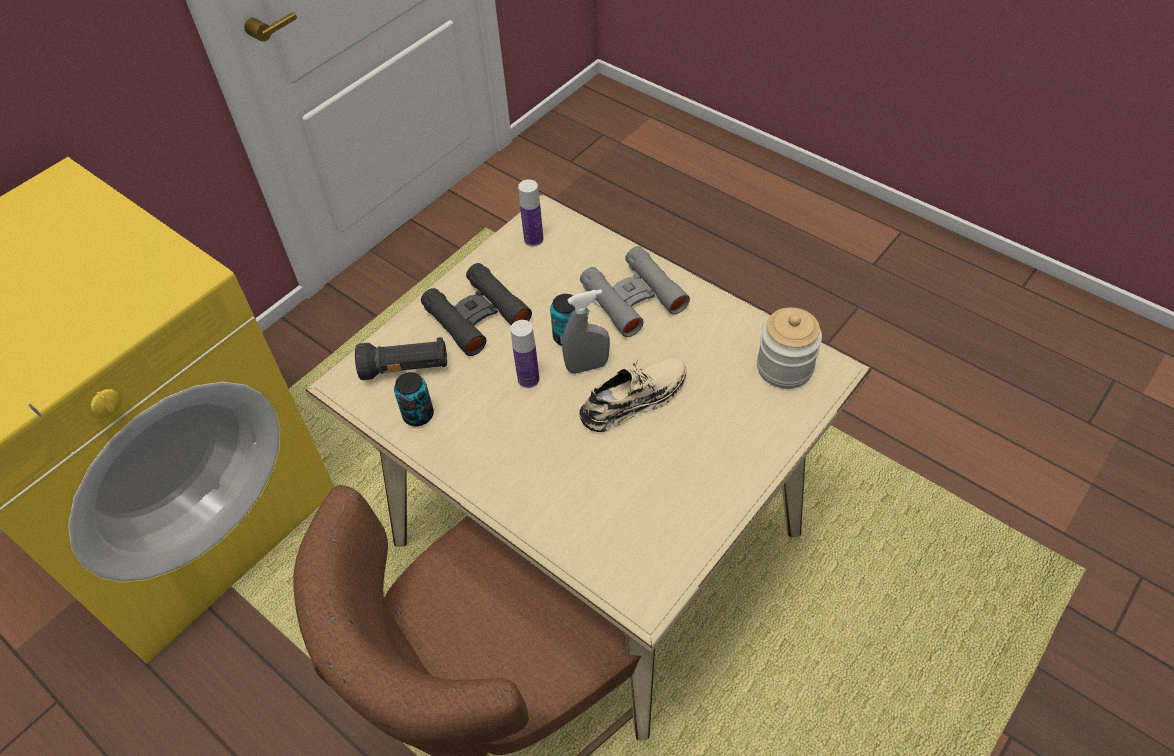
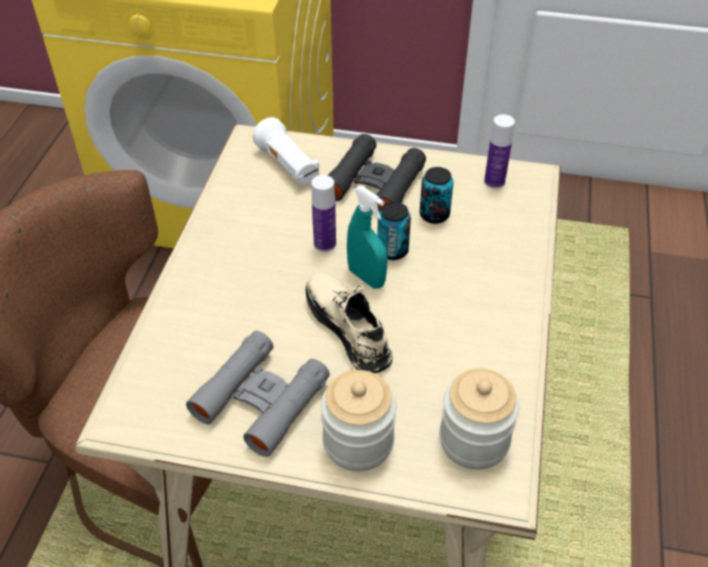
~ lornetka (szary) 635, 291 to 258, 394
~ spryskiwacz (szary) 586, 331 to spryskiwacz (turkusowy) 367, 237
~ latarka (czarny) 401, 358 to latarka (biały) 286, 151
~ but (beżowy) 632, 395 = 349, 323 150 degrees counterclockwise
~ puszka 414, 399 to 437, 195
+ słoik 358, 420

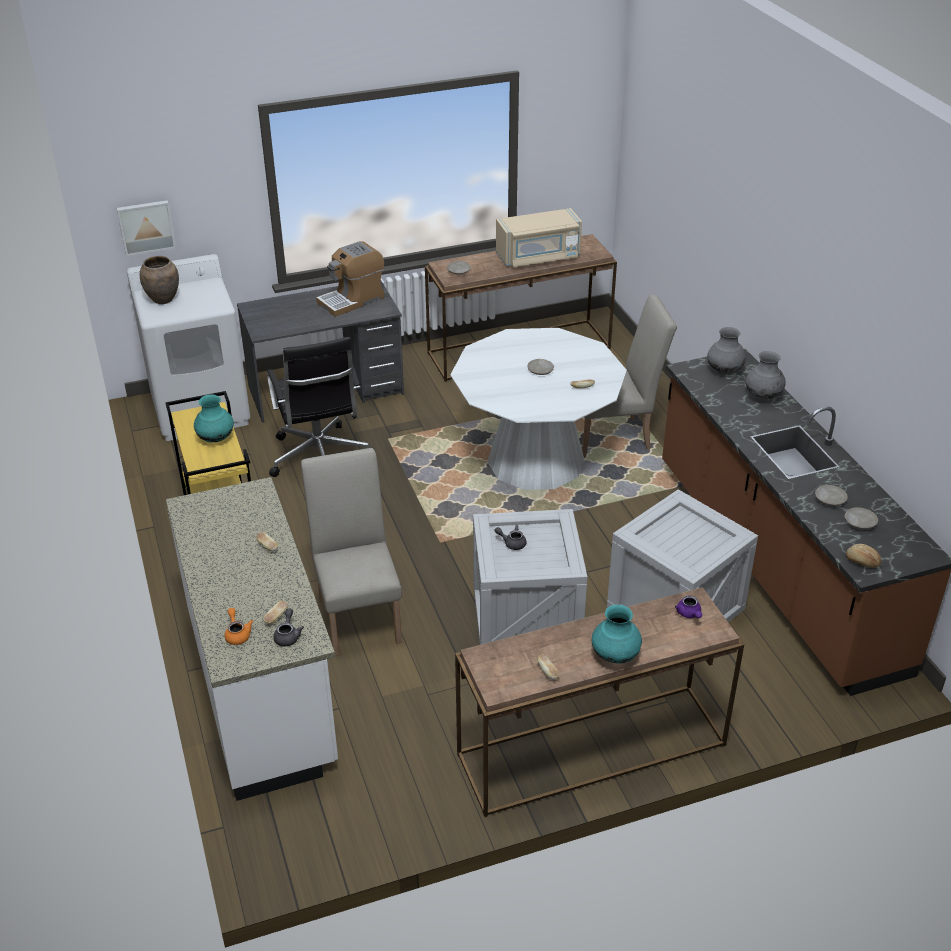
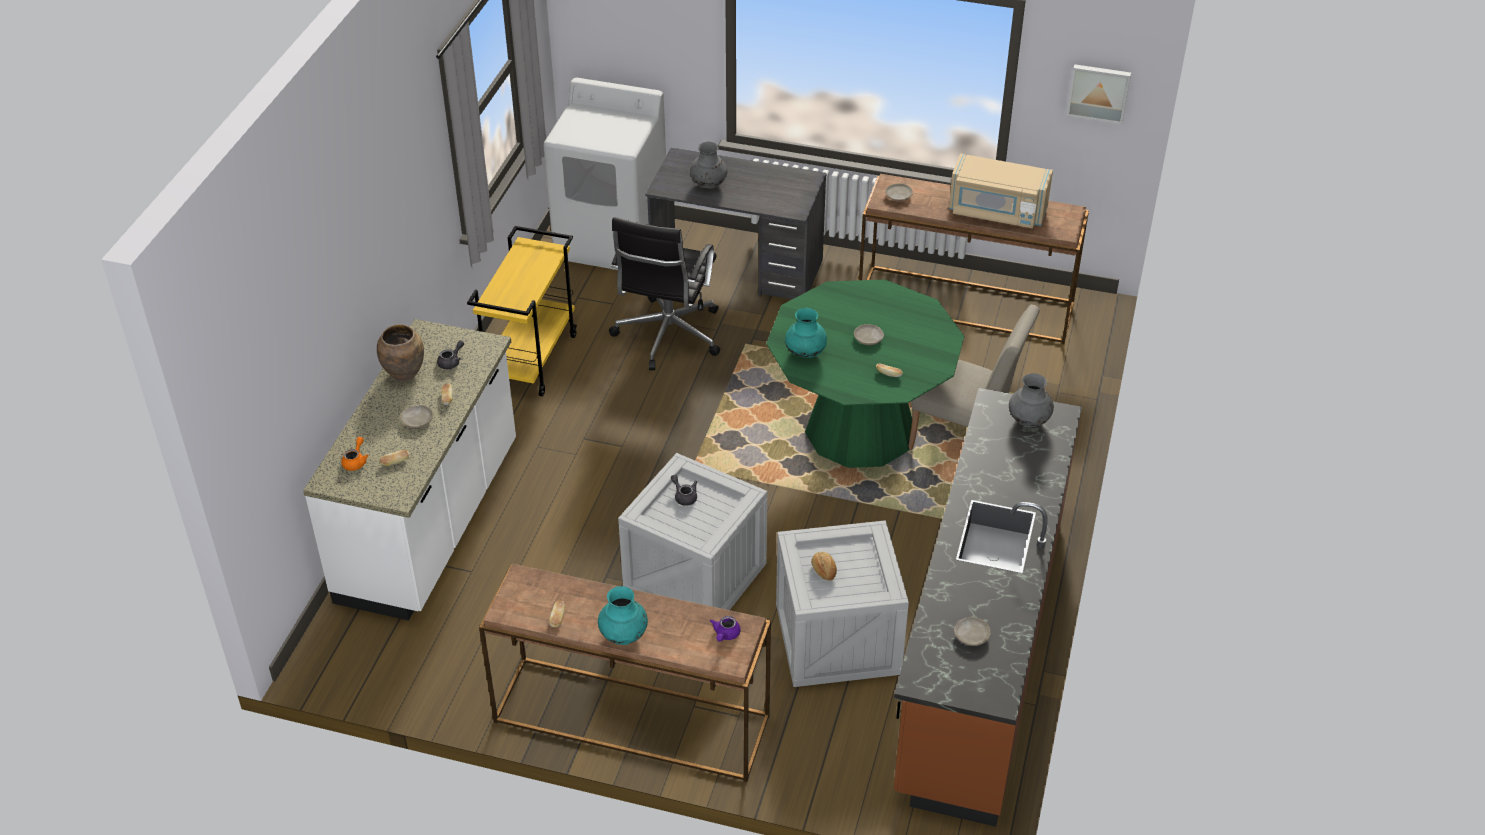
~ obraz 146, 228 to 1098, 94
- ekspres do kawy 350, 279
~ wazon (brązowy) 159, 280 to 400, 352
~ stół jadalny (biały) 538, 409 to stół jadalny (zielony) 865, 373
~ wazon (szary) 766, 375 to 708, 165
~ wazon (turkusowy) 214, 418 to 806, 333
- krzesło (beżowy) 351, 552
~ talerz (beżowy) 831, 495 to 416, 416
~ chleb 863, 556 to 824, 566
~ imbryk (szary) 288, 627 to 450, 354

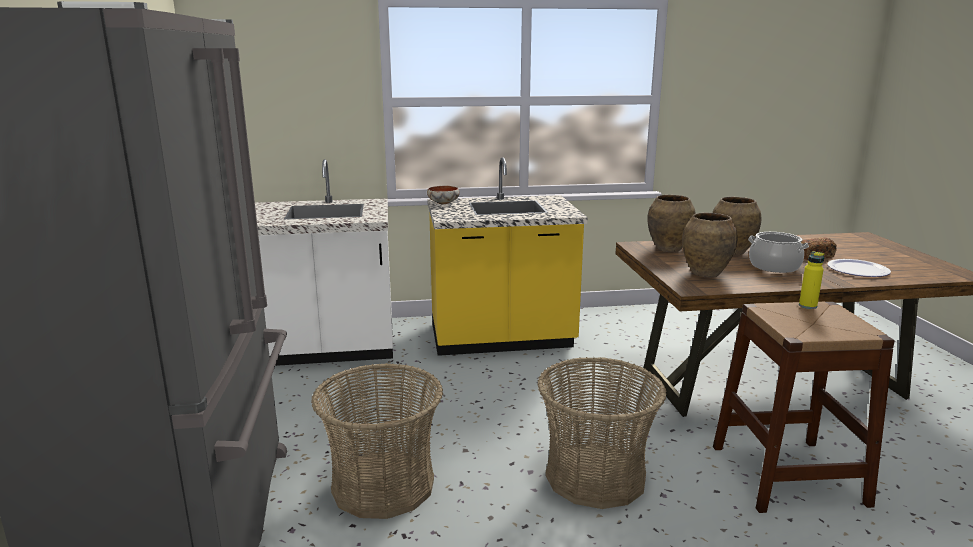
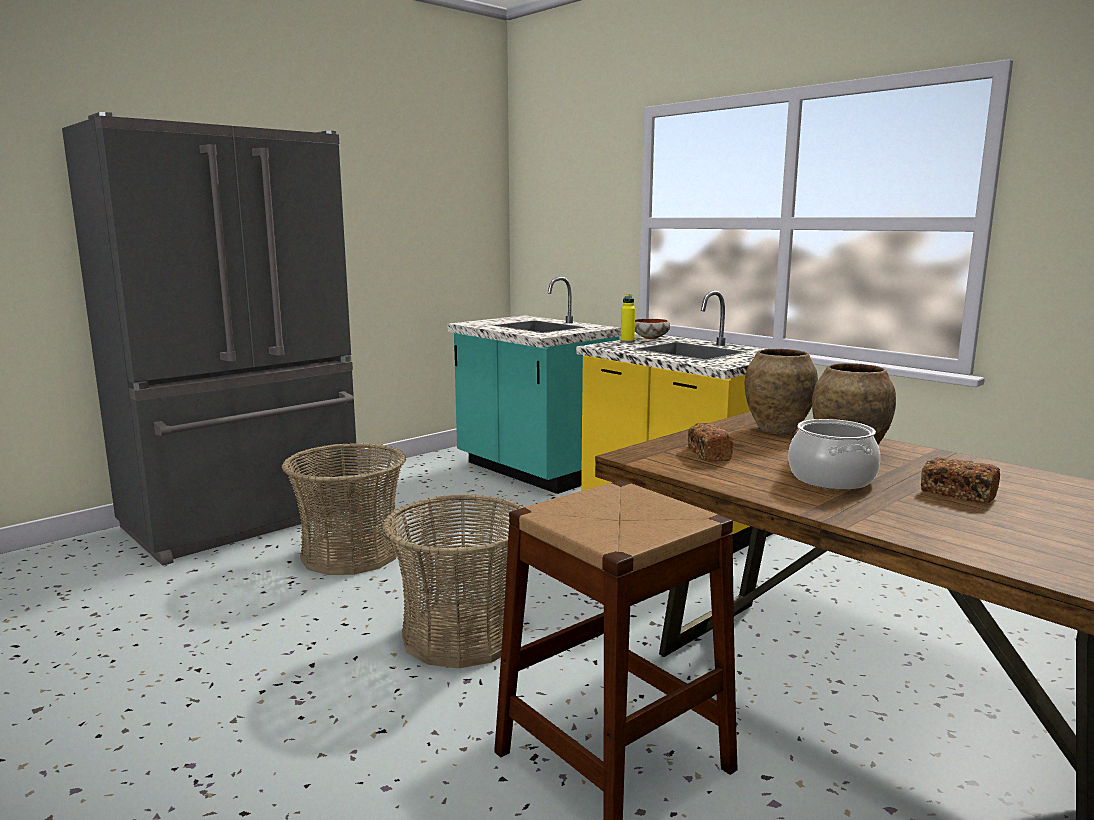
~ zabudowa kuchenna (biały) 324, 262 to zabudowa kuchenna (turkusowy) 534, 385
~ wazon (brązowy) 709, 245 to chleb 711, 442
~ butelka (żółty) 811, 280 to 628, 318
- talerz 859, 268

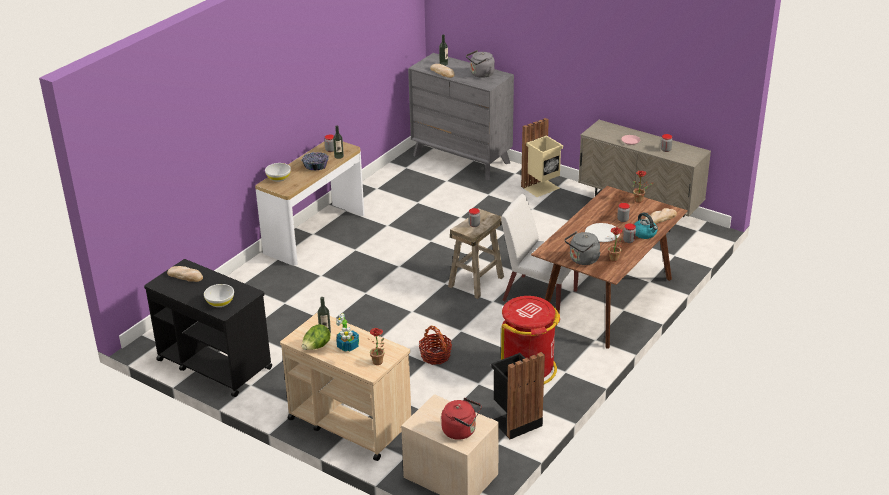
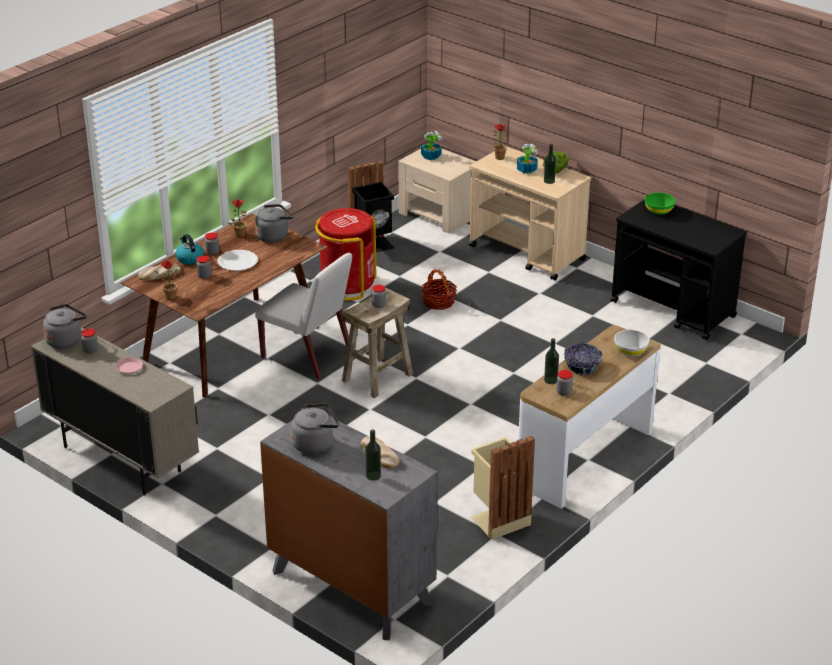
~ kosz na śmieci (beżowy) 542, 157 to 503, 488
- chleb 185, 274
~ miska (biały) 219, 295 to miska (zielony) 660, 204
~ czajnik (czerwony) 461, 419 to roślina doniczkowa 431, 145
+ czajnik (szary) 65, 326

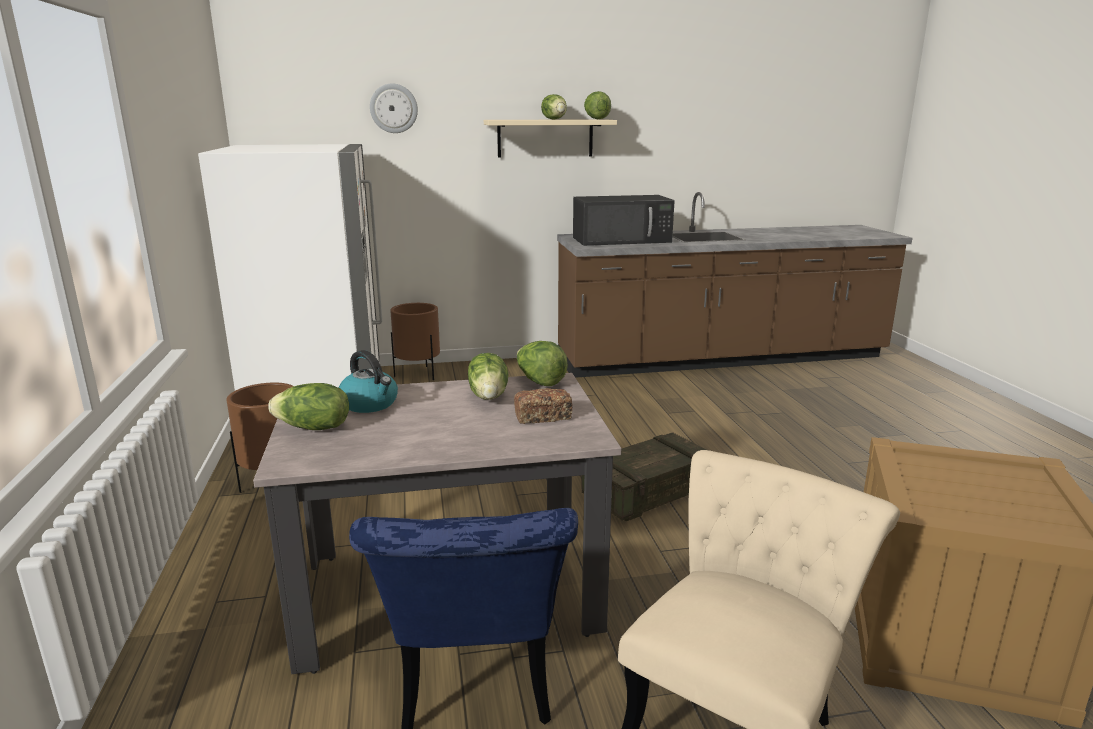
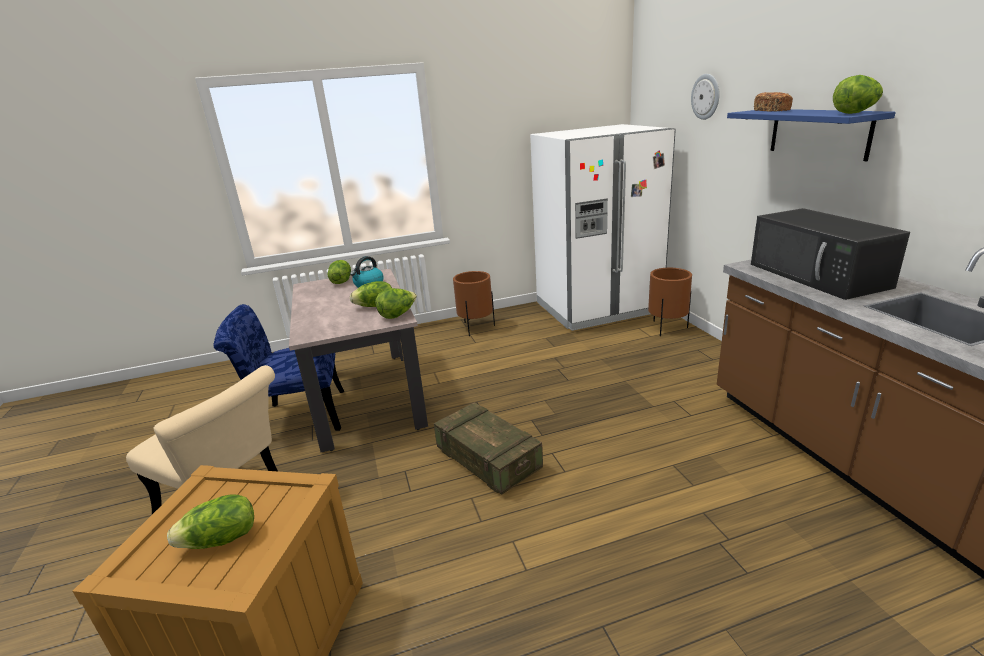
~ sałata 554, 106 to 210, 521
~ półka (beżowy) 550, 138 to półka (niebieski) 811, 135
~ chleb 543, 406 to 773, 102

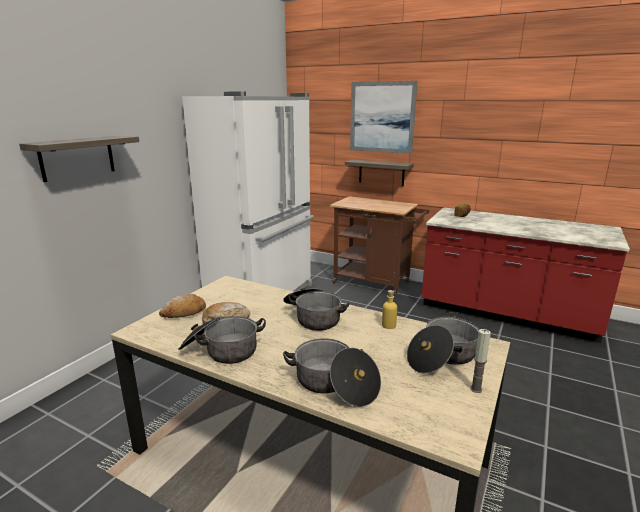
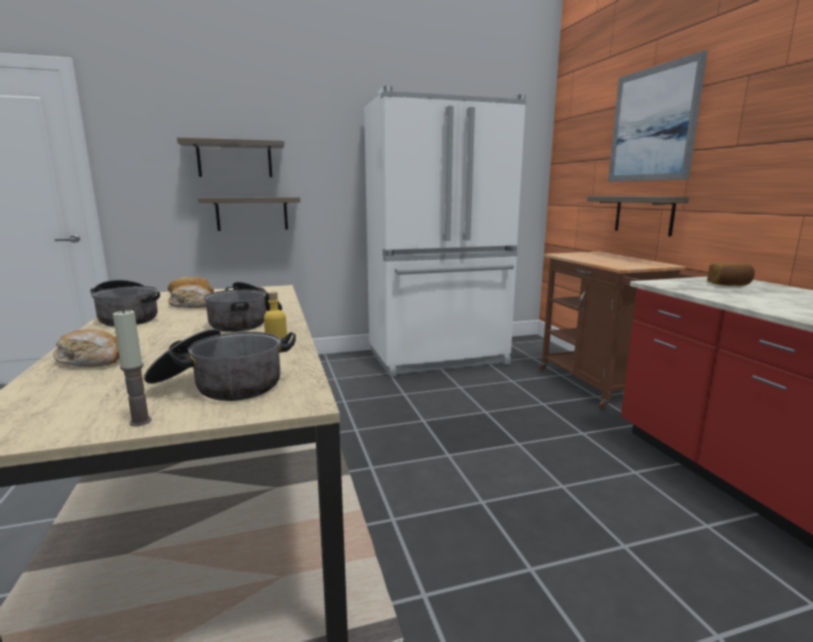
~ garnek 332, 372 to chleb 86, 348
+ półka 249, 214

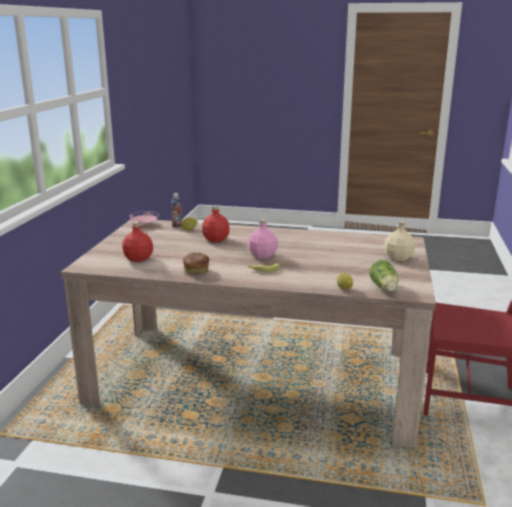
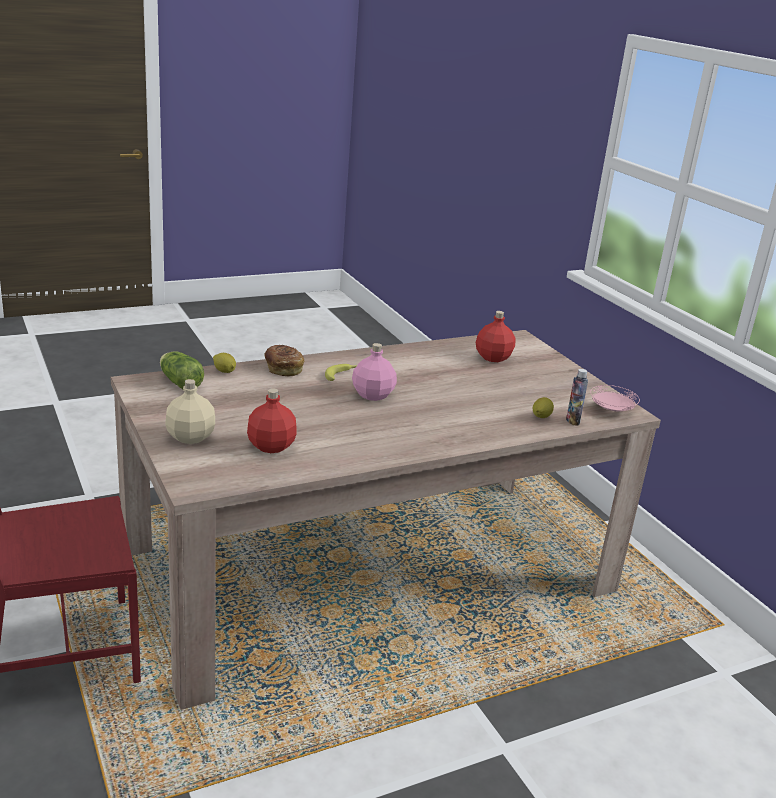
~ butelka (czerwony) 216, 223 to 271, 420
~ chleb 196, 263 to 284, 360

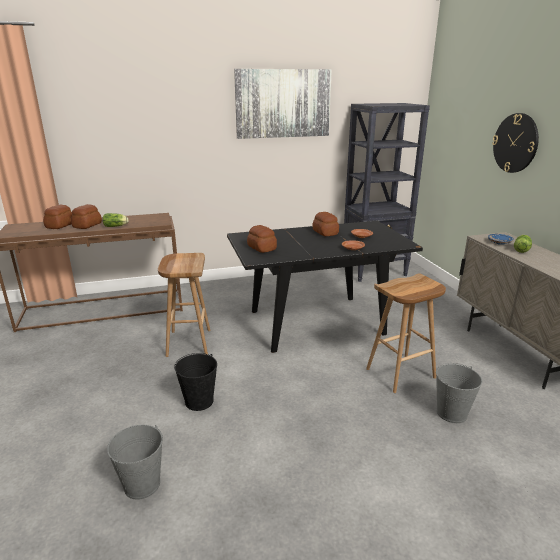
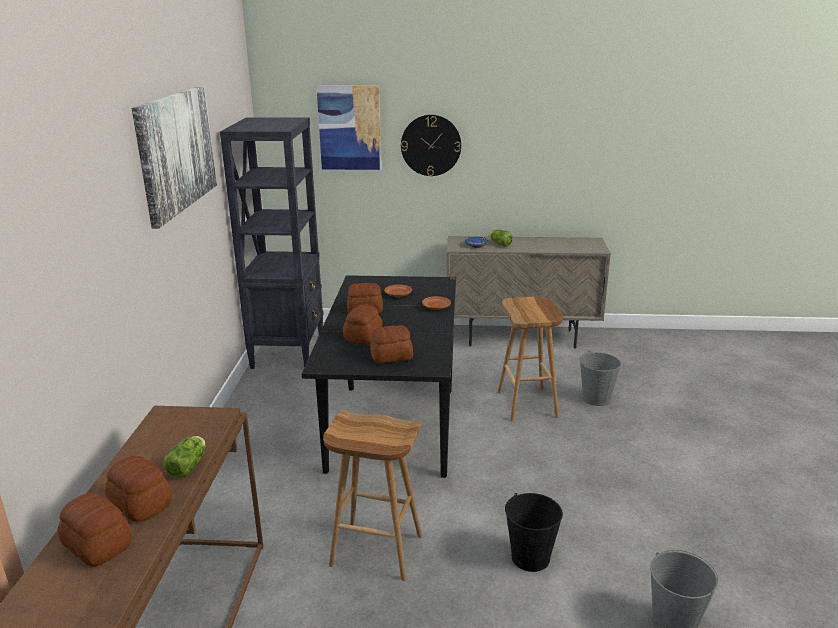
+ obraz 349, 128
+ chleb 363, 324

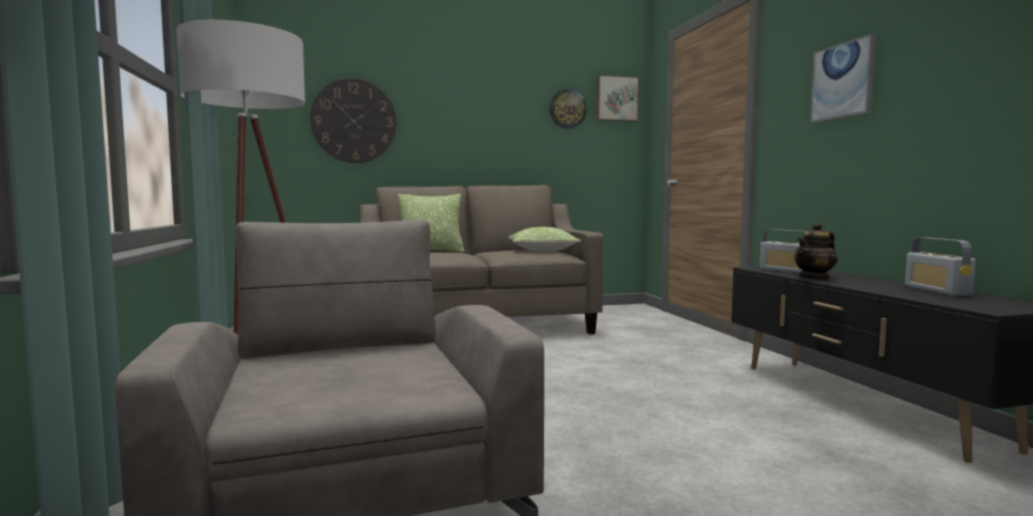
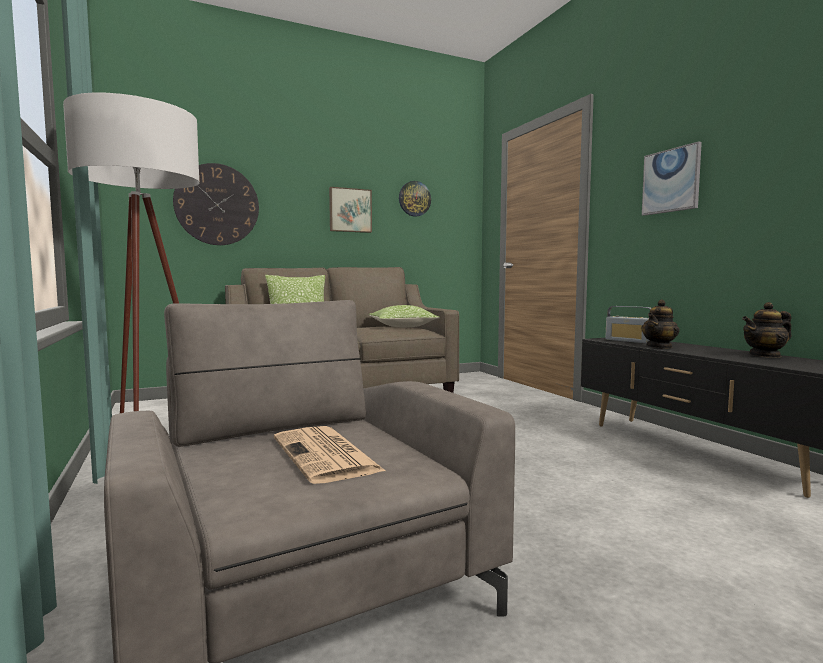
~ obraz 618, 98 to 350, 210
~ radio 940, 266 to imbryk 767, 330
+ gazeta 330, 455

